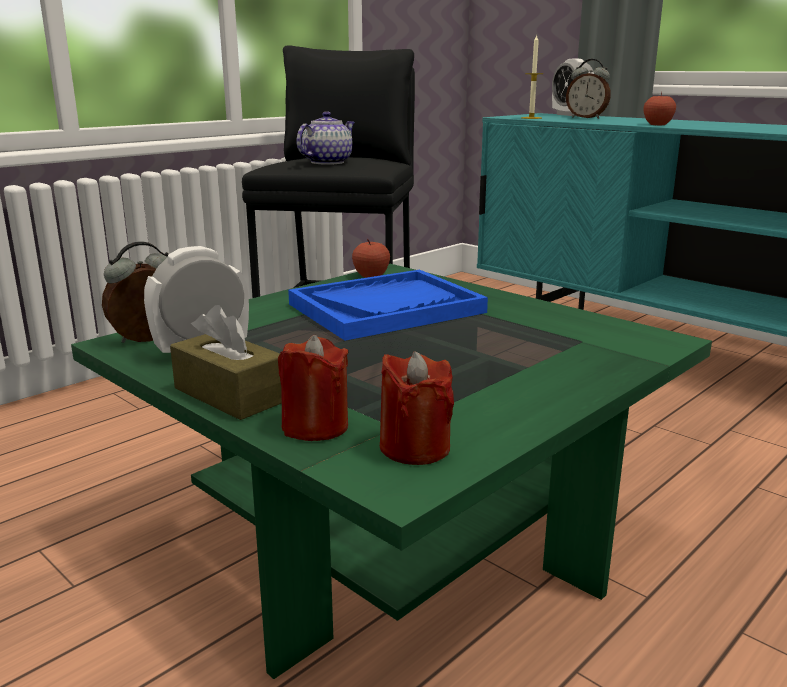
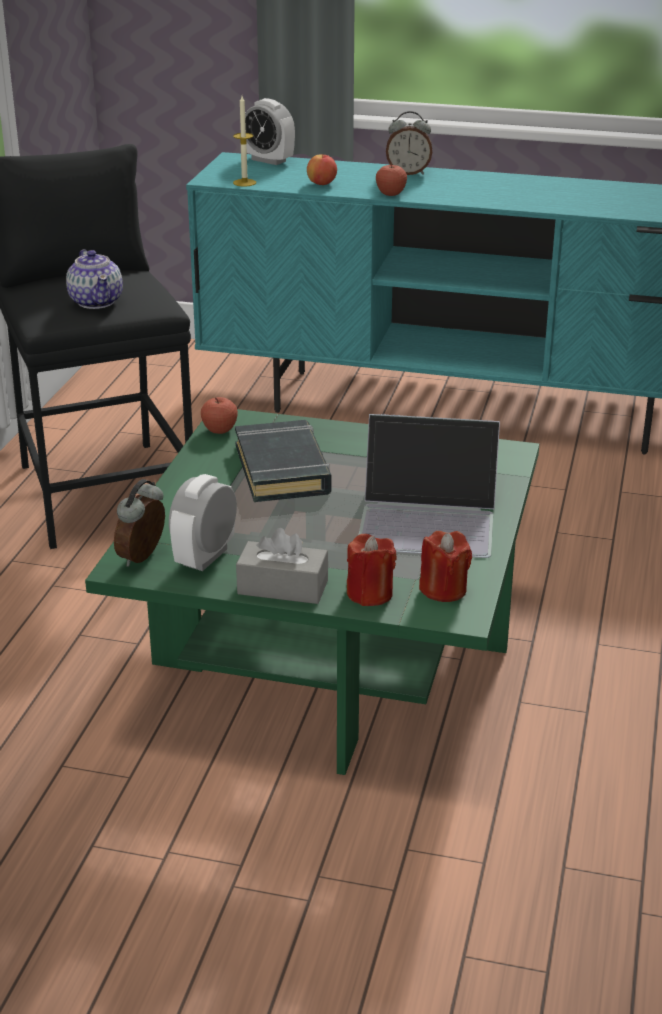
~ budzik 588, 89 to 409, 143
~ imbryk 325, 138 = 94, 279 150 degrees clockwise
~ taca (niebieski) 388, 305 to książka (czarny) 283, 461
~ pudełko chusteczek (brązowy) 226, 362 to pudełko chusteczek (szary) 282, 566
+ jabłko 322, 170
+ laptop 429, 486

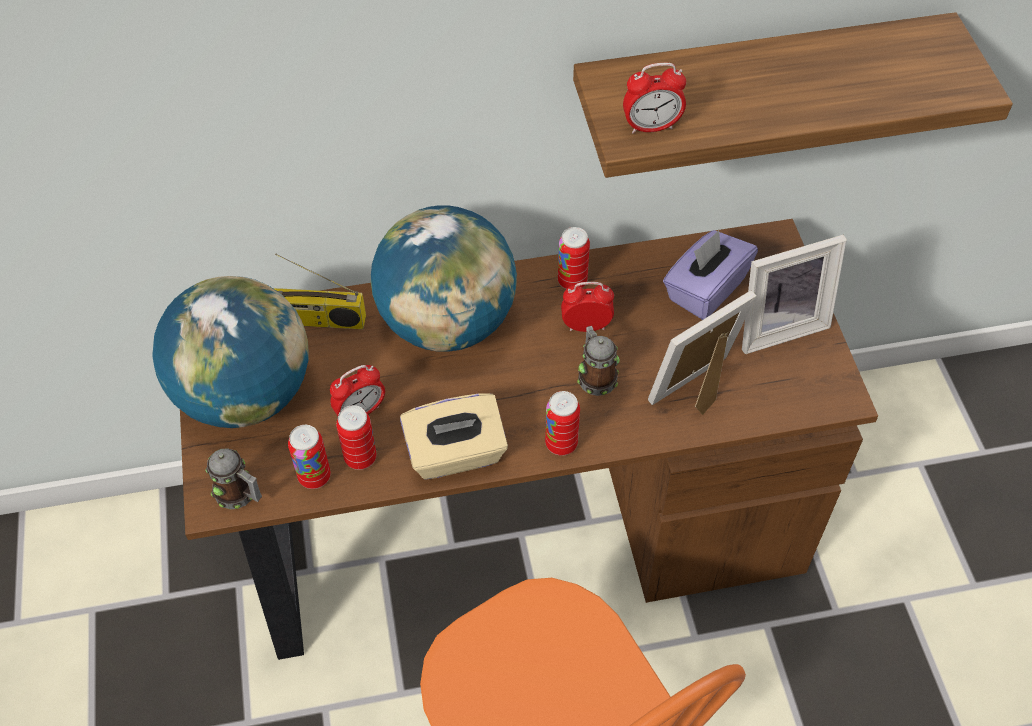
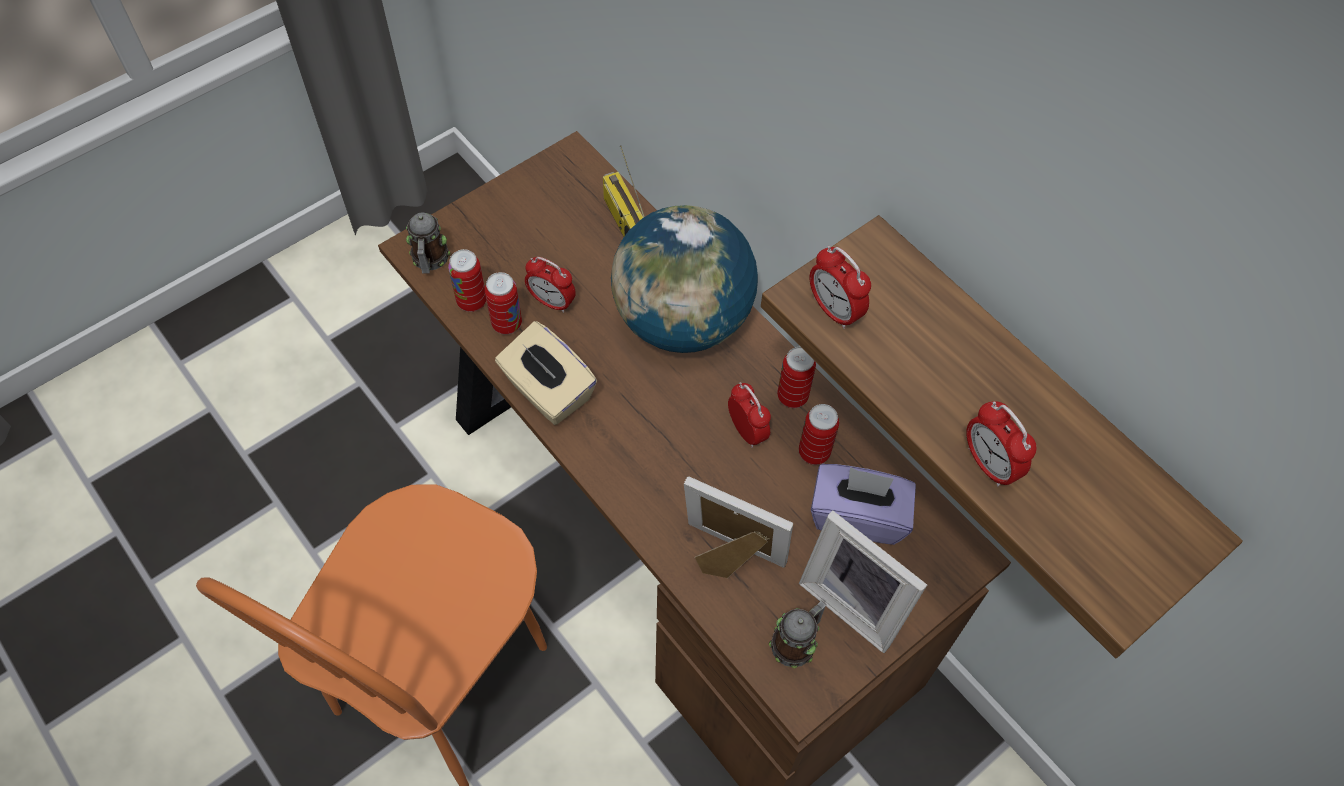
- globus 230, 352
~ kubek 598, 361 to 797, 634
~ puszka 562, 423 to 819, 434
+ budzik 1001, 444

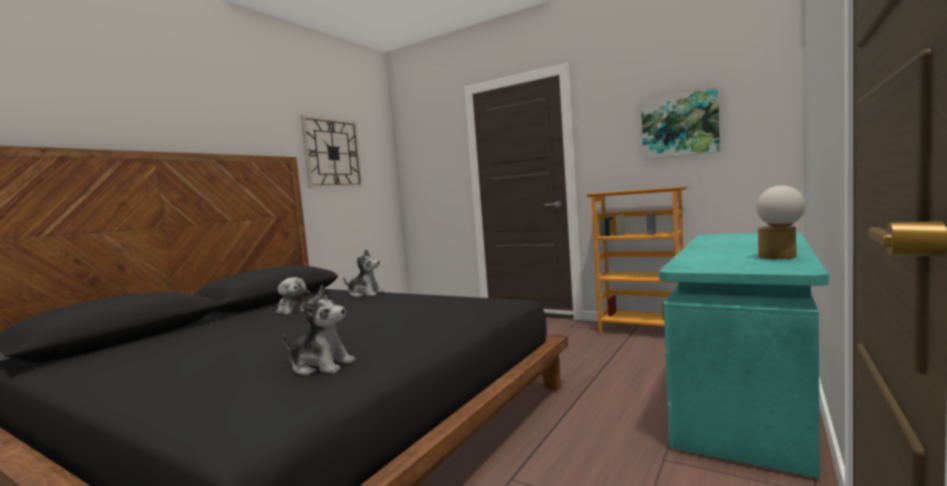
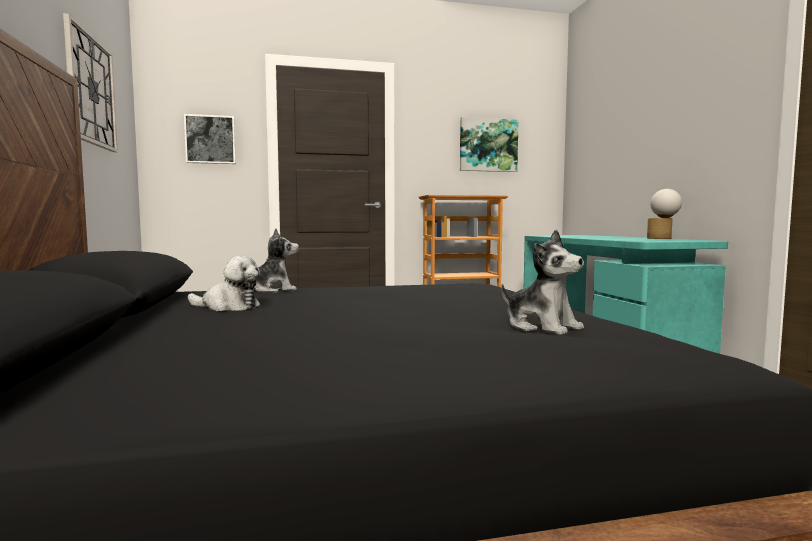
~ pluszak 319, 331 = 543, 282 75 degrees clockwise
+ obraz 210, 139

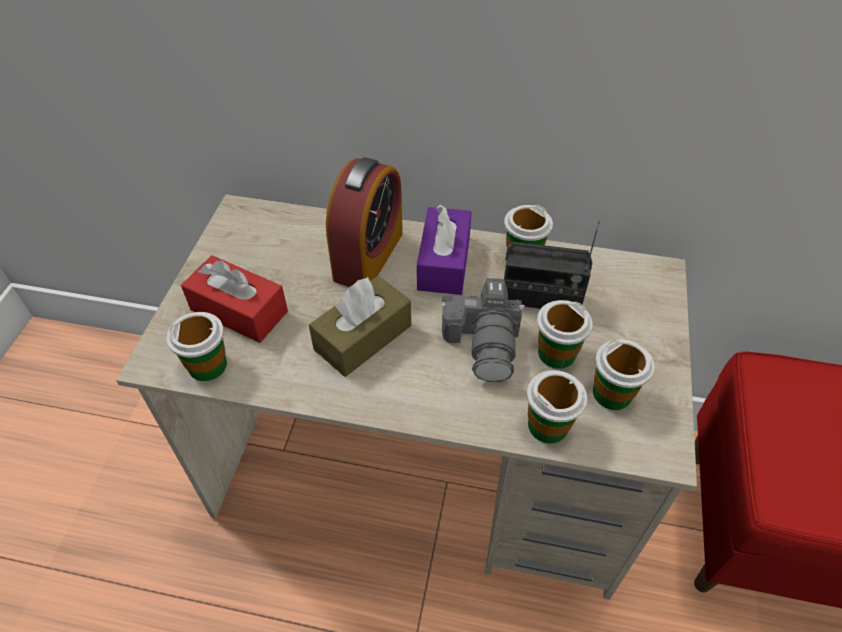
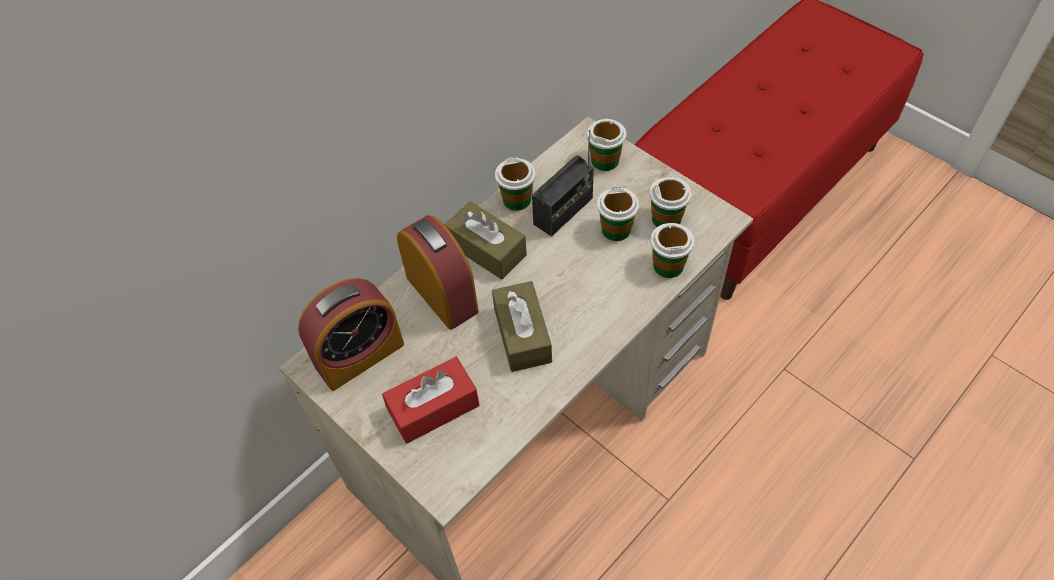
~ pudełko chusteczek (fioletowy) 444, 249 to pudełko chusteczek (brązowy) 486, 240
- aparat fotograficzny 483, 330
~ filiżanka 196, 346 to 606, 145
+ budzik 351, 334

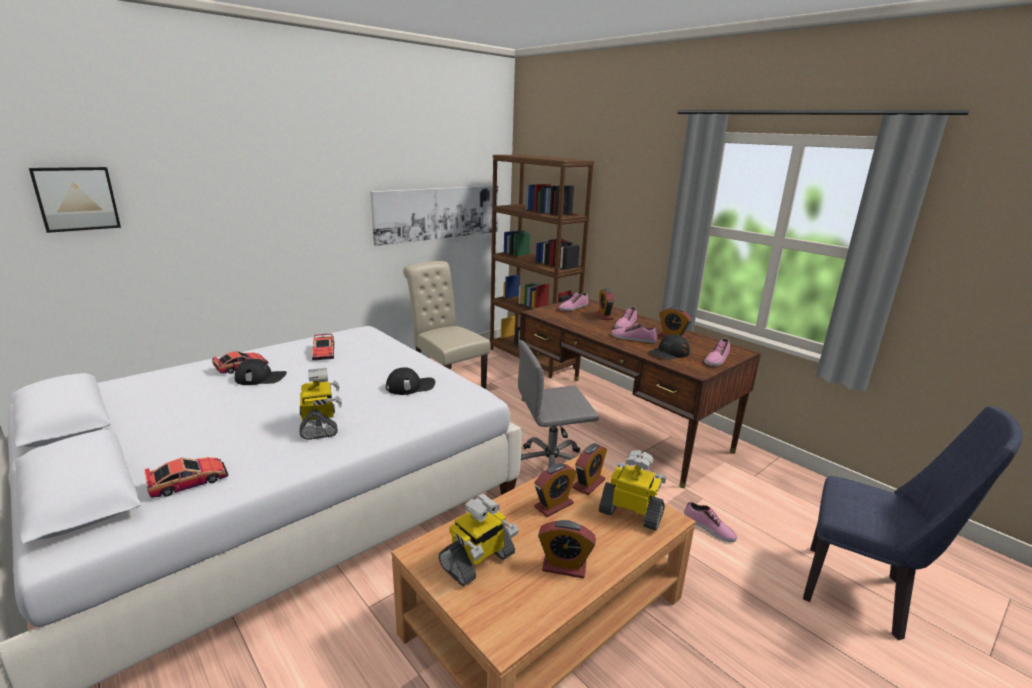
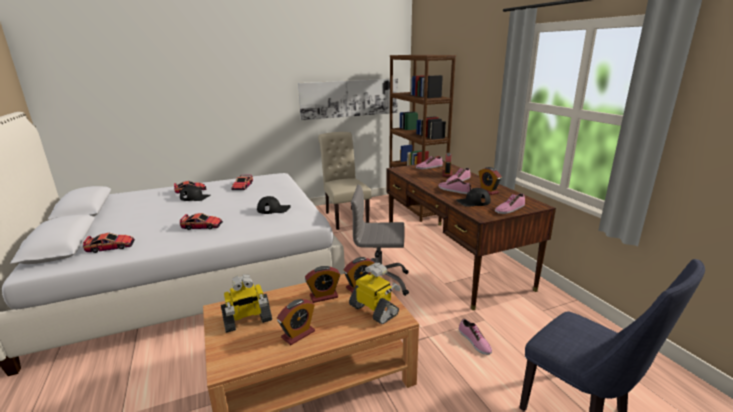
- obraz 75, 200
~ robot zabawkowy 321, 404 to samochodzik 201, 221
~ budzik 567, 549 = 296, 322 75 degrees counterclockwise

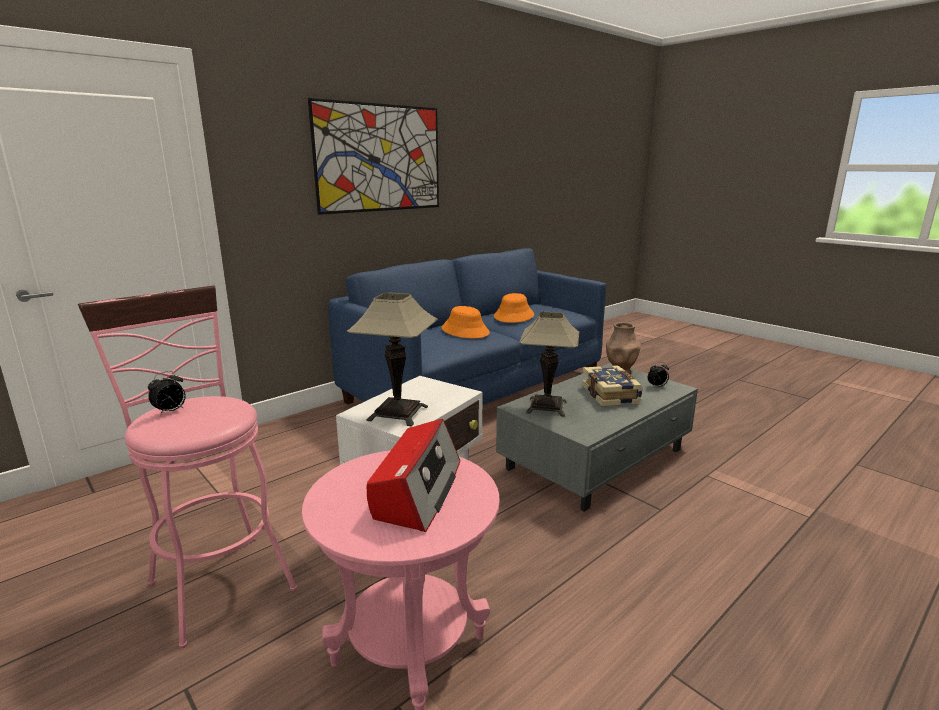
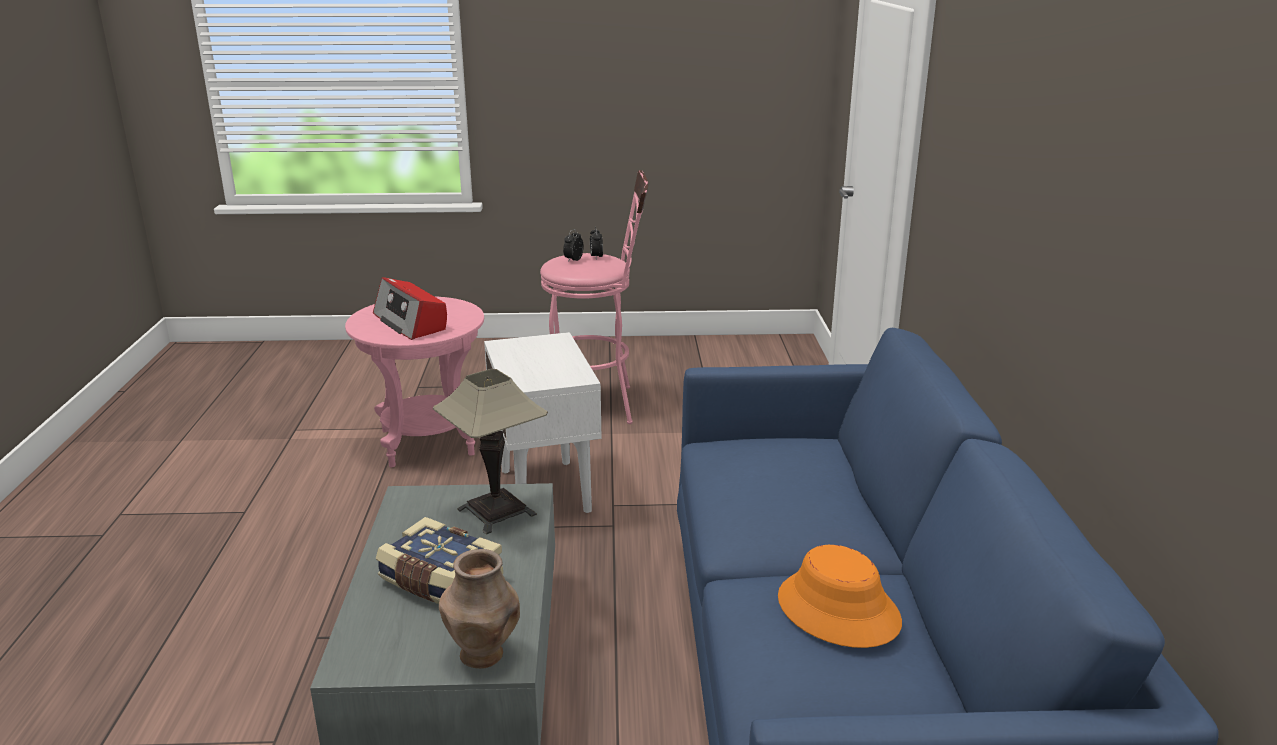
- obraz 373, 156
- lampa stołowa 392, 359
- kapelusz (pomarańczowy) 466, 322
~ budzik 658, 374 to 573, 246

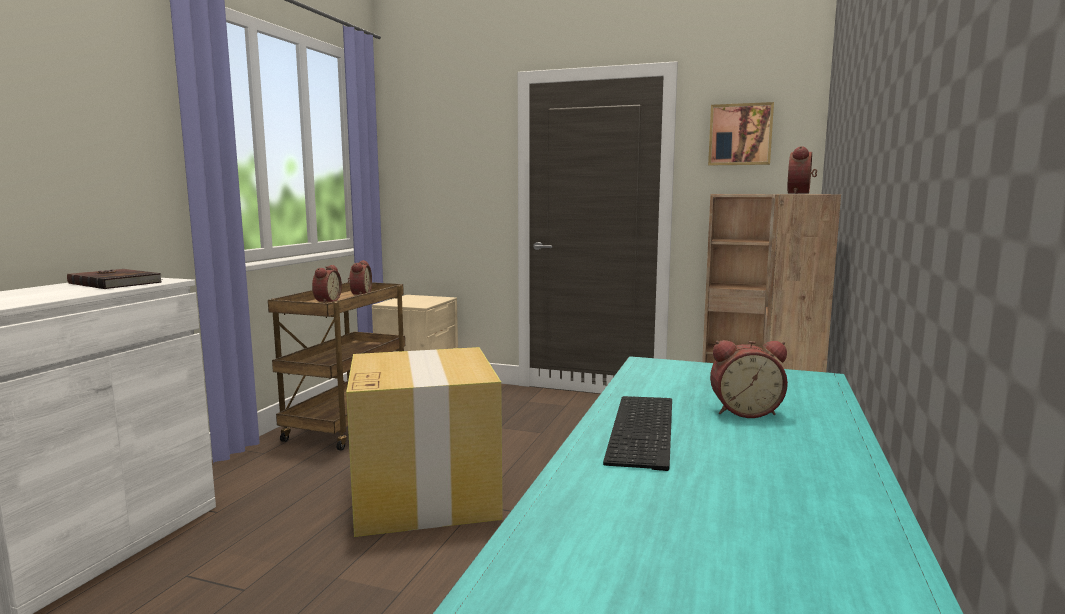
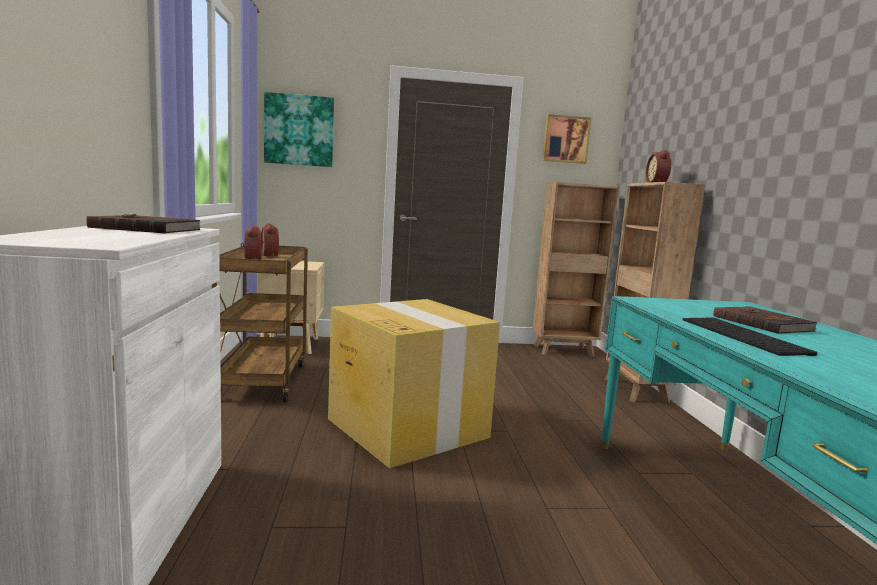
~ budzik 749, 379 to książka (brązowy) 765, 320
+ obraz 299, 129

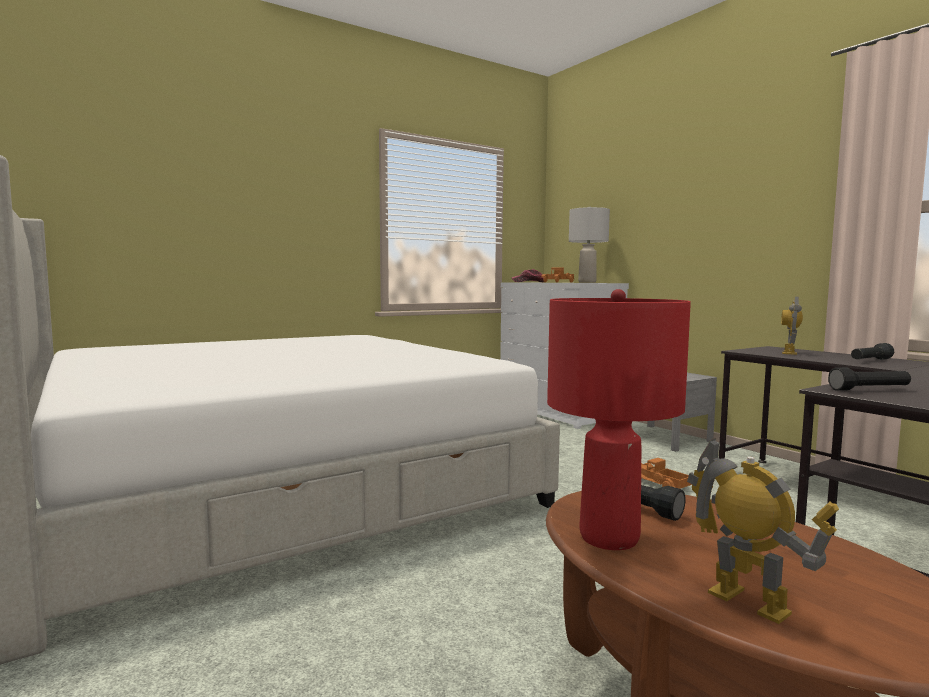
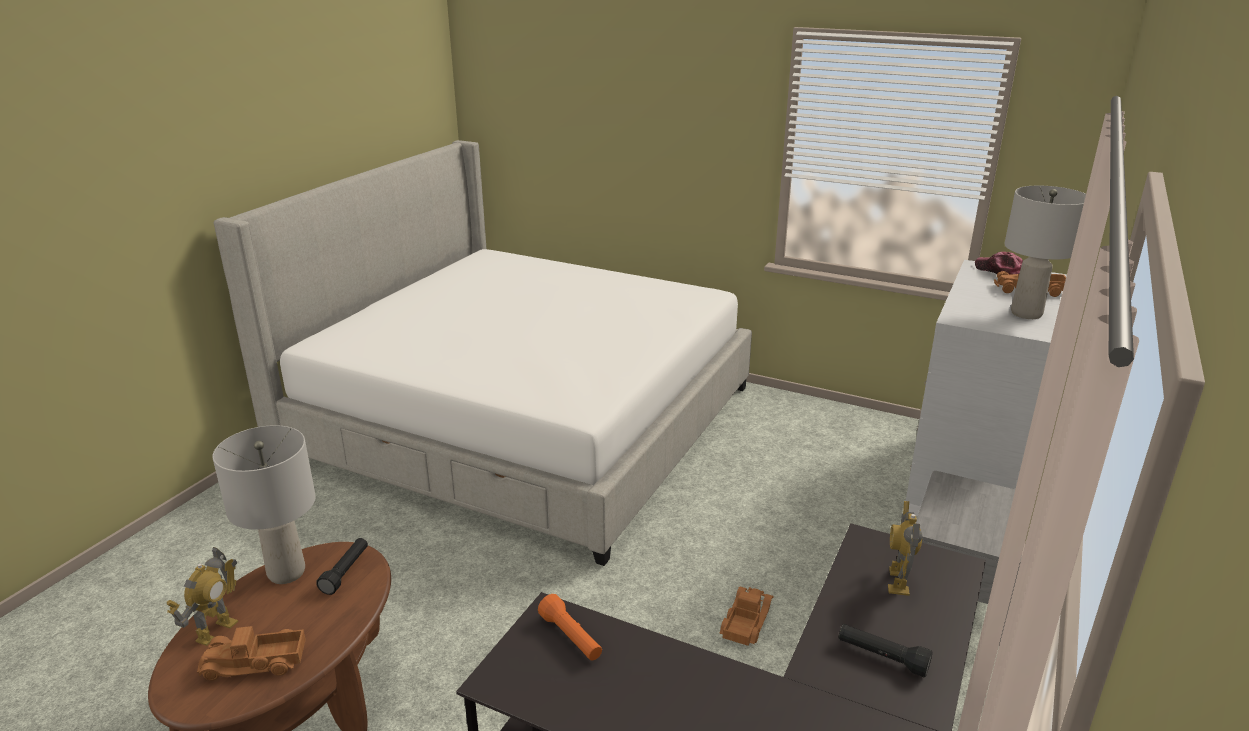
~ lampa stołowa (czerwony) 619, 419 to lampa stołowa (szary) 264, 504
~ robot zabawkowy 792, 325 = 905, 548 75 degrees counterclockwise
~ latarka (czarny) 869, 379 to latarka (pomarańczowy) 570, 627
+ ciężarówka zabawkowa 251, 653

